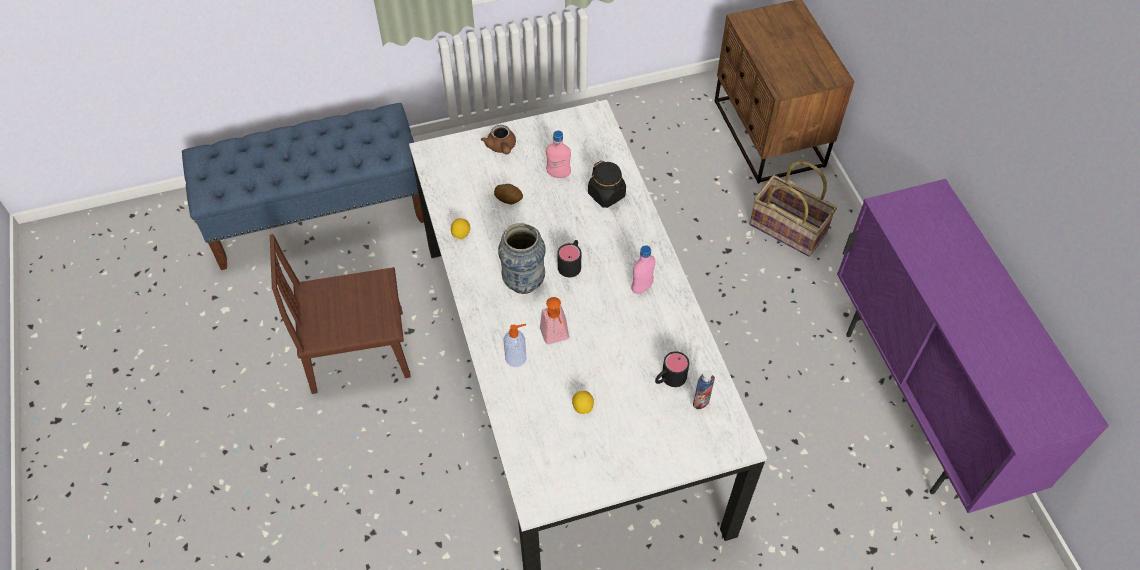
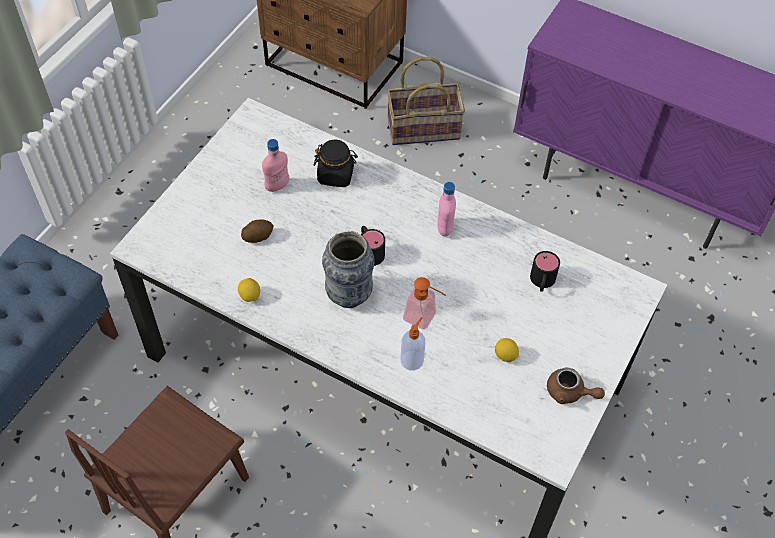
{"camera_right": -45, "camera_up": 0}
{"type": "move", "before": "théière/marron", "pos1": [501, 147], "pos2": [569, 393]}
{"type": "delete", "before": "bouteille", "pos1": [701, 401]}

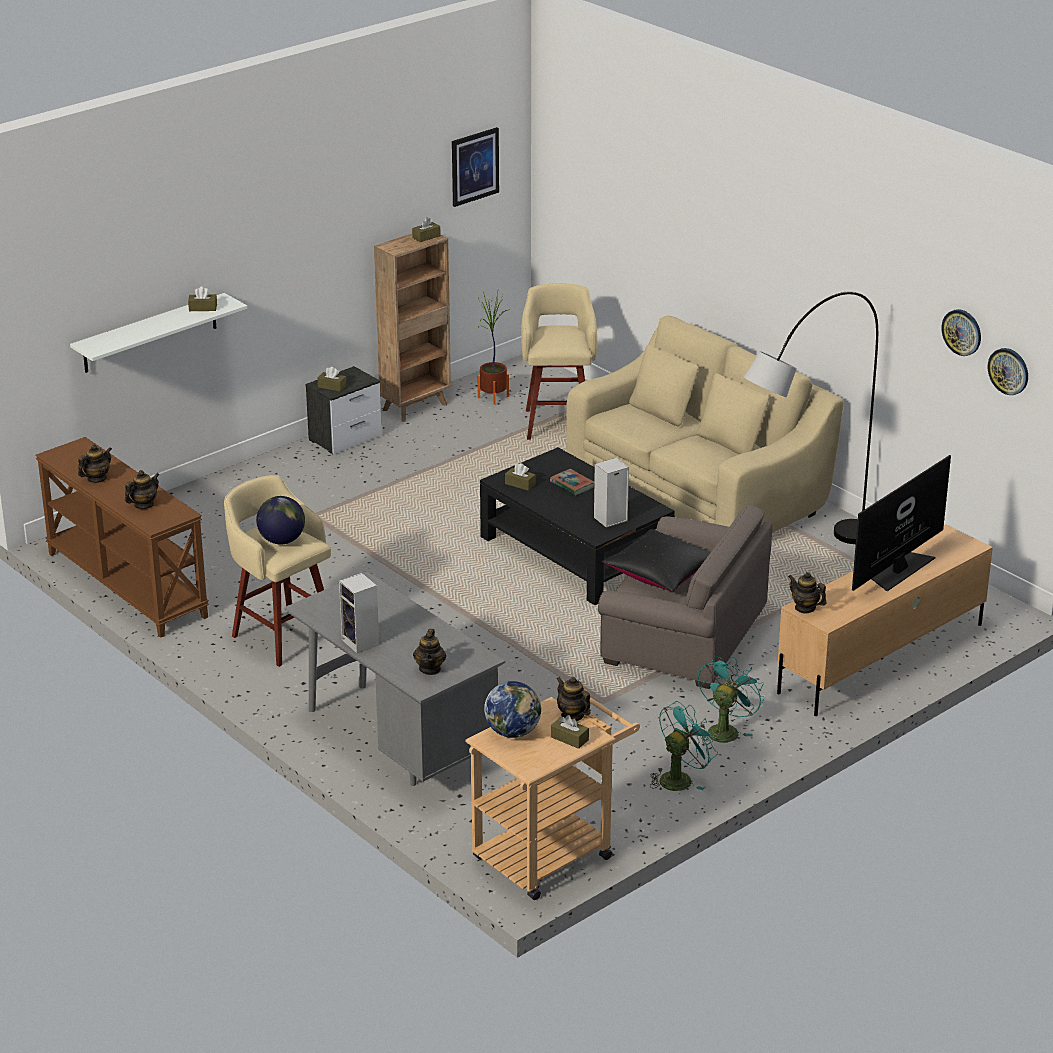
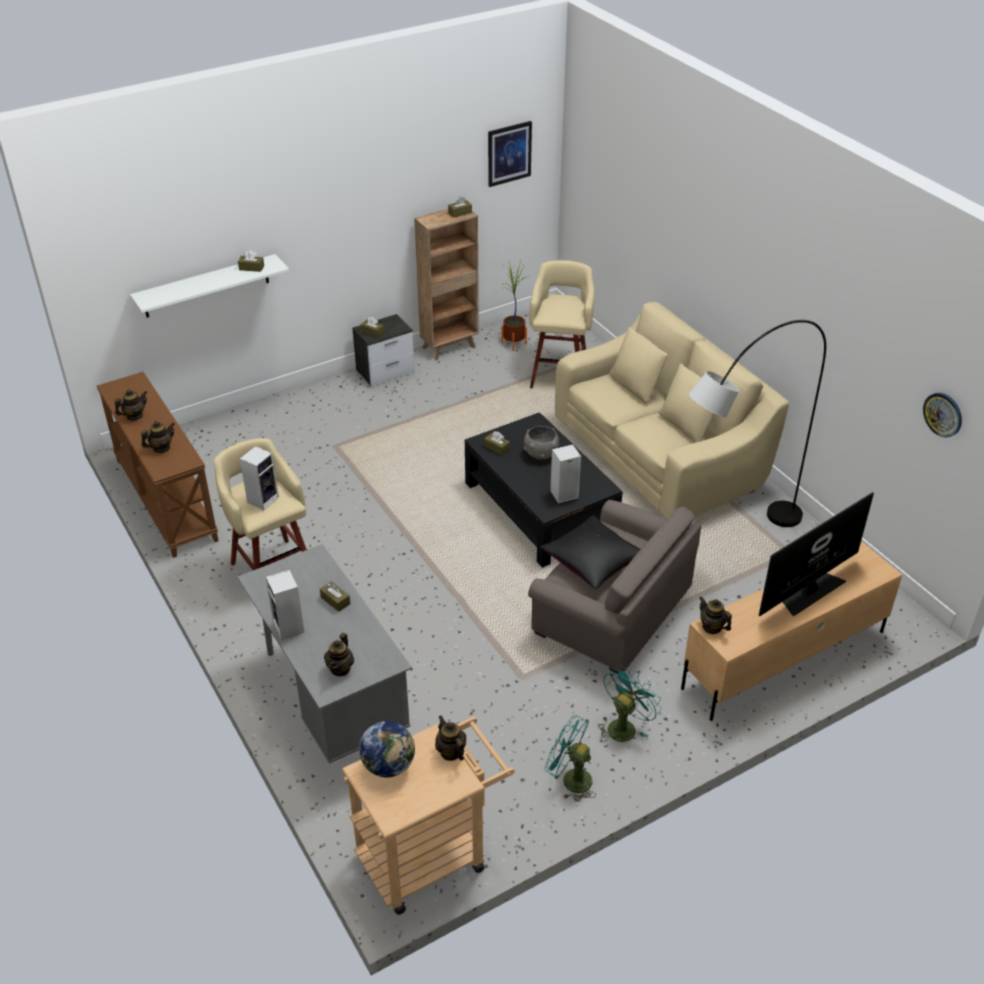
{"camera_right": 10, "camera_up": 10}
{"type": "replace", "before": "globe", "after": "enceinte", "pos1": [282, 541], "pos2": [263, 499]}
{"type": "move", "before": "boîte à mouchoirs/marron", "pos1": [569, 738], "pos2": [335, 600]}
{"type": "replace", "before": "livre", "after": "bol/gris", "pos1": [572, 485], "pos2": [541, 454]}
{"type": "rotate", "before": "ventilateur/turquoise", "pos1": [680, 778], "pos2": [570, 779], "turn": -120}
{"type": "delete", "before": "horloge murale", "pos1": [962, 332]}

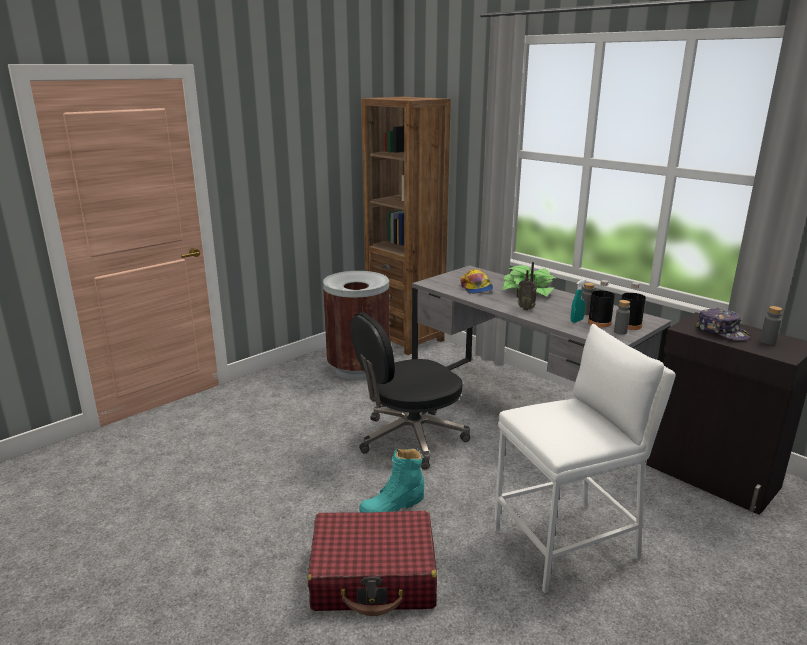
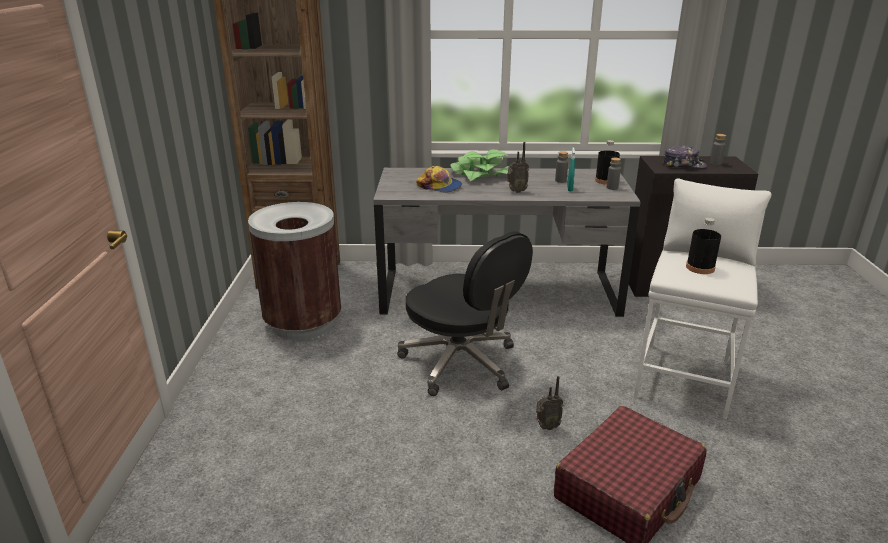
{"camera_right": -45, "camera_up": 5}
{"type": "rotate", "before": "chaise de bureau/noir", "pos1": [409, 438], "pos2": [461, 363], "turn": -60}
{"type": "replace", "before": "botte/turquoise", "after": "radio", "pos1": [393, 506], "pos2": [546, 426]}
{"type": "move", "before": "bouteille/noir", "pos1": [599, 323], "pos2": [700, 268]}

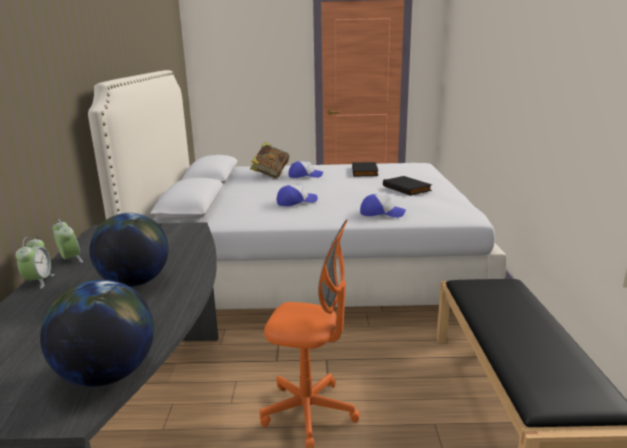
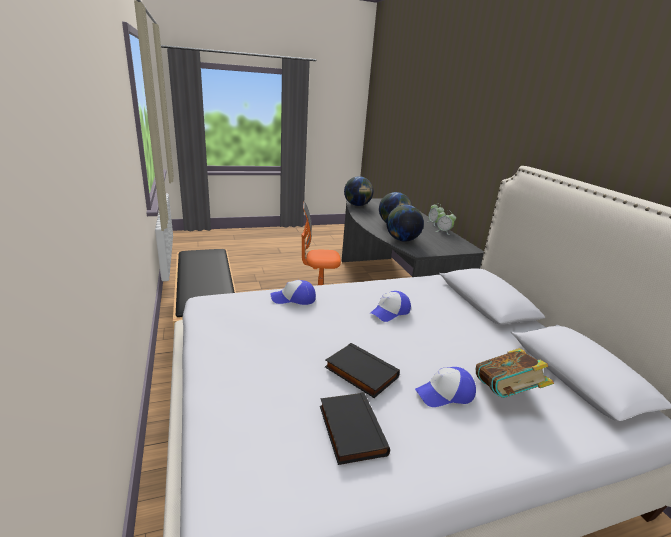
{"camera_right": 160, "camera_up": 5}
{"type": "move", "before": "livre/noir", "pos1": [407, 188], "pos2": [359, 373]}
{"type": "insert", "after": "globe", "pos2": [402, 240]}

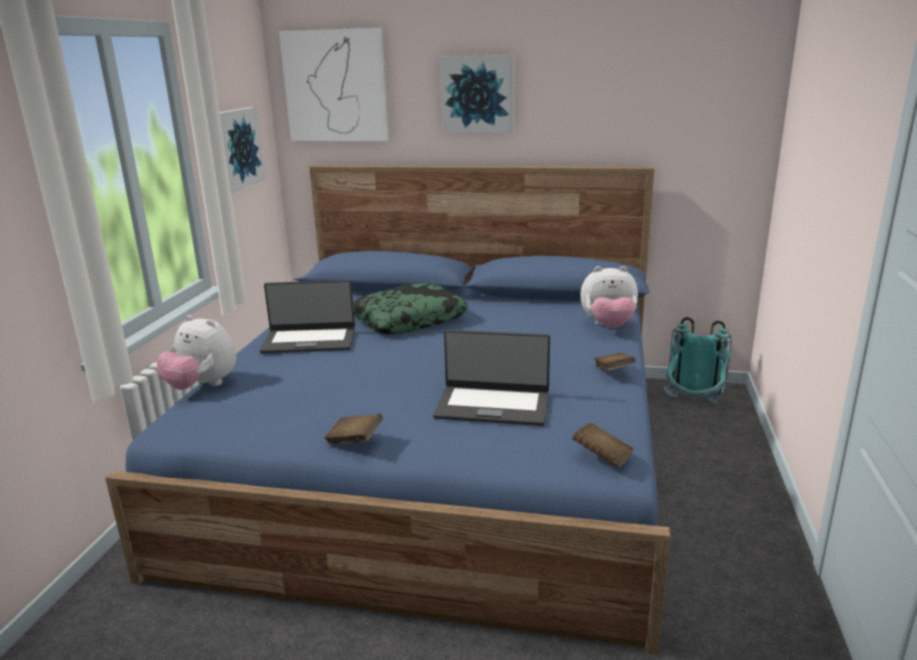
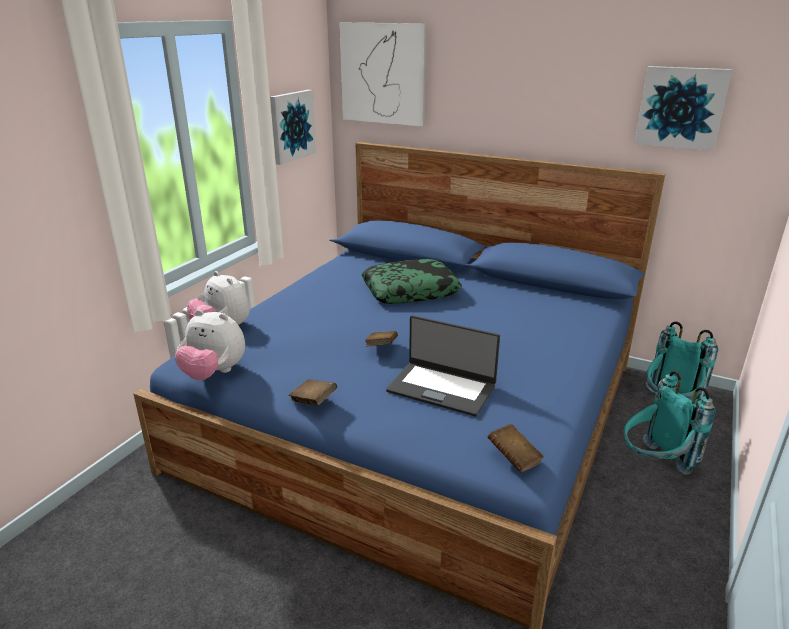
{"camera_right": 15, "camera_up": 5}
{"type": "move", "before": "peluche", "pos1": [608, 326], "pos2": [214, 373]}
{"type": "move", "before": "livre/marron", "pos1": [613, 371], "pos2": [381, 347]}
{"type": "insert", "after": "sac à dos/turquoise", "pos2": [653, 465]}
{"type": "move", "before": "tableau", "pos1": [478, 94], "pos2": [681, 107]}
{"type": "delete", "before": "ordinateur portable", "pos1": [309, 340]}

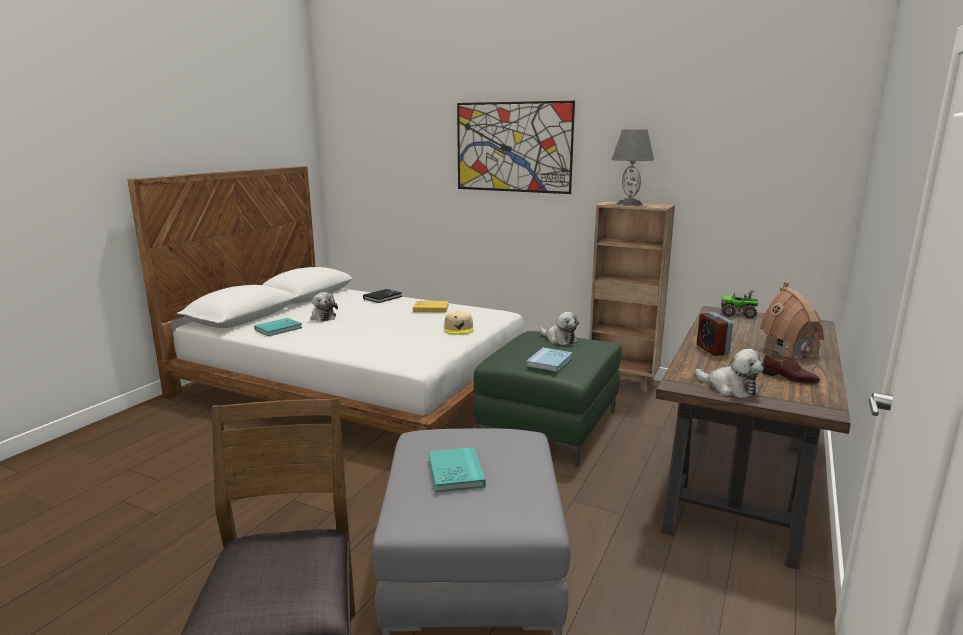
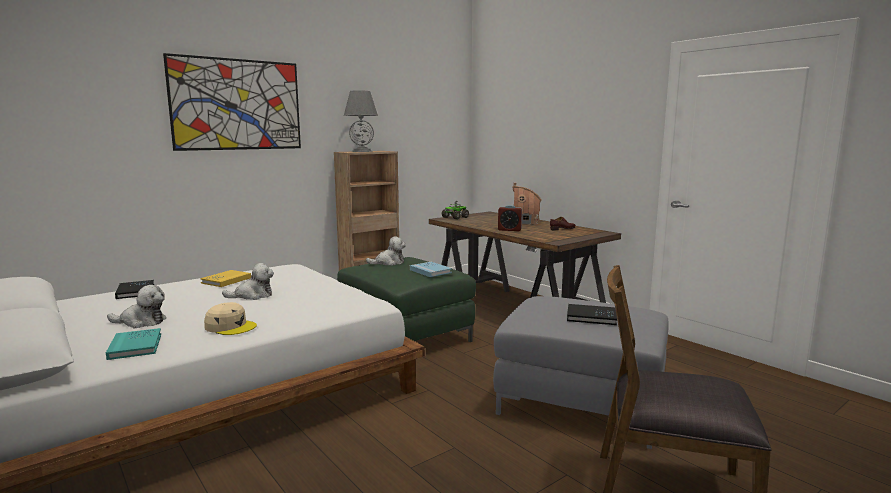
{"camera_right": -65, "camera_up": -5}
{"type": "move", "before": "casquette/beige", "pos1": [459, 328], "pos2": [230, 326]}
{"type": "move", "before": "peluche", "pos1": [730, 388], "pos2": [252, 295]}
{"type": "recolor", "before": "livre/turquoise", "after": "livre/noir", "pos1": [456, 472], "pos2": [591, 317]}

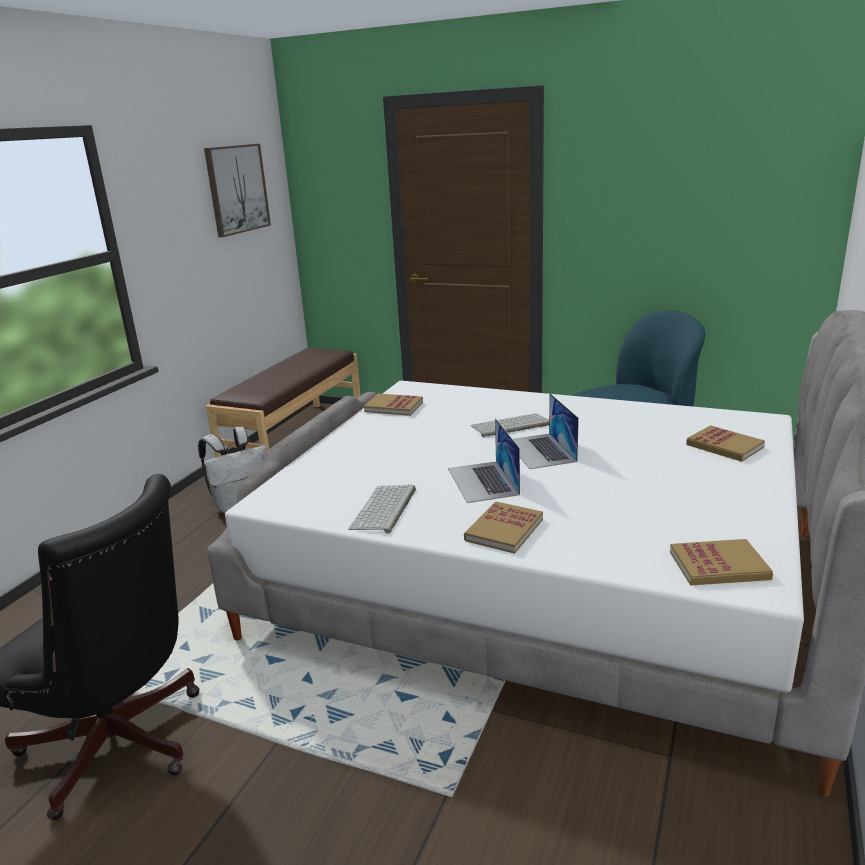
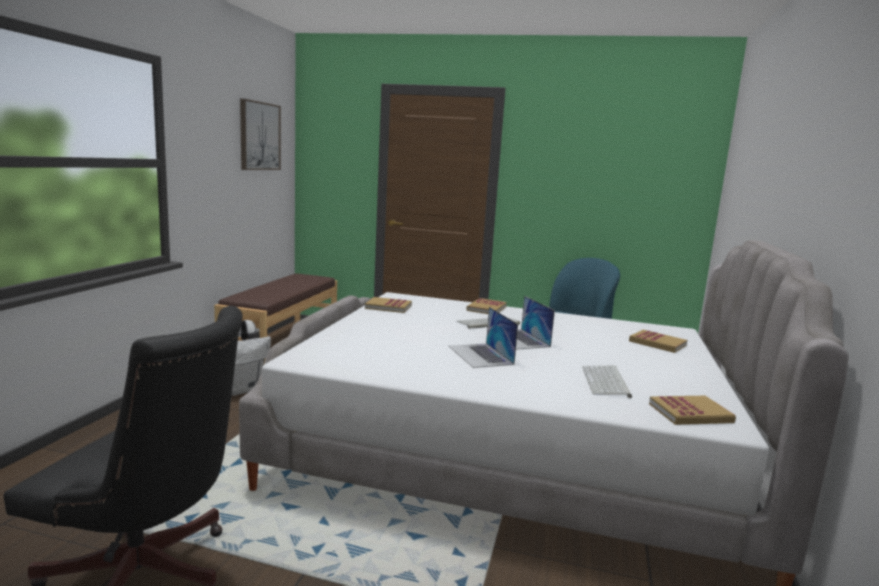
{"camera_right": -10, "camera_up": -10}
{"type": "move", "before": "livre", "pos1": [504, 530], "pos2": [486, 308]}
{"type": "move", "before": "clavier", "pos1": [384, 509], "pos2": [606, 382]}

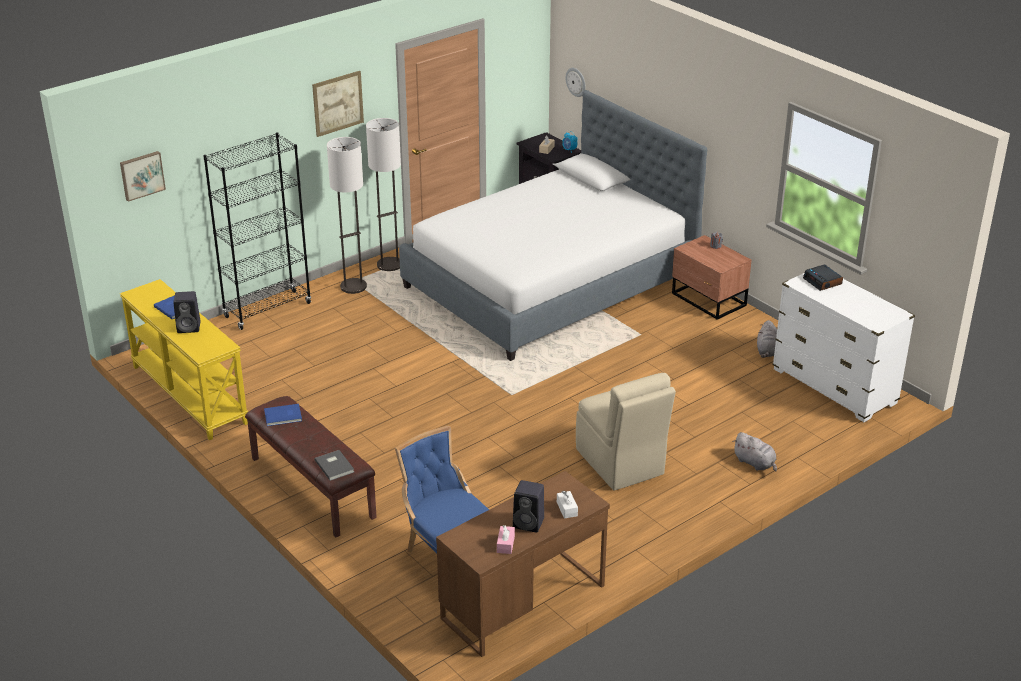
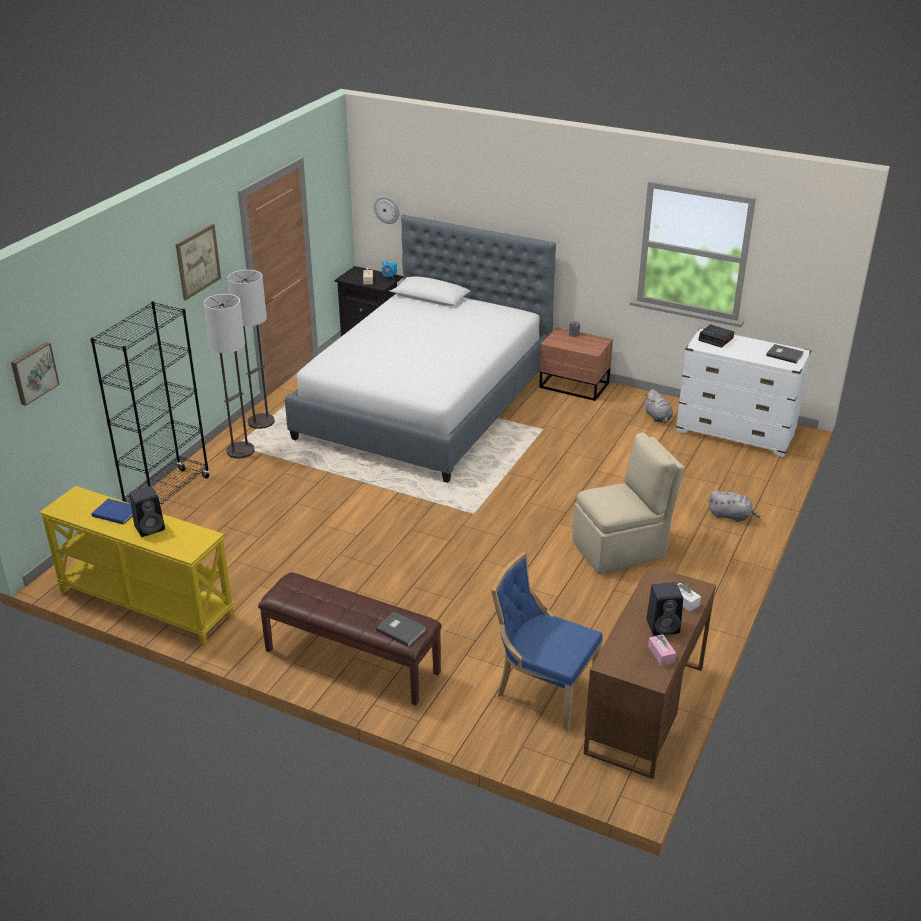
{"camera_right": -25, "camera_up": 0}
{"type": "rotate", "before": "chaise/beige", "pos1": [620, 463], "pos2": [621, 549], "turn": -60}
{"type": "insert", "after": "livre/gris", "pos2": [784, 354]}
{"type": "delete", "before": "livre/bleu", "pos1": [283, 416]}

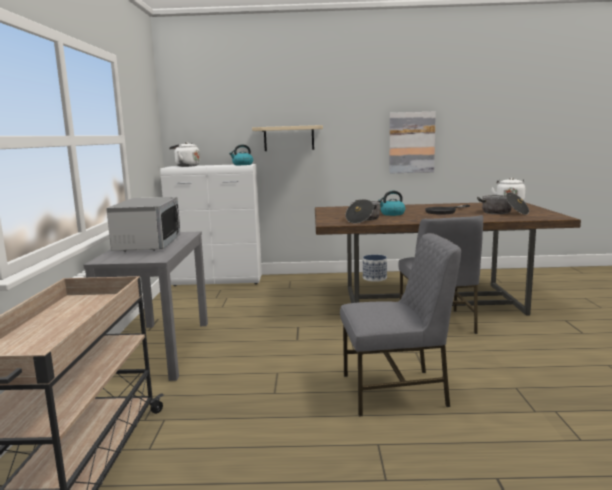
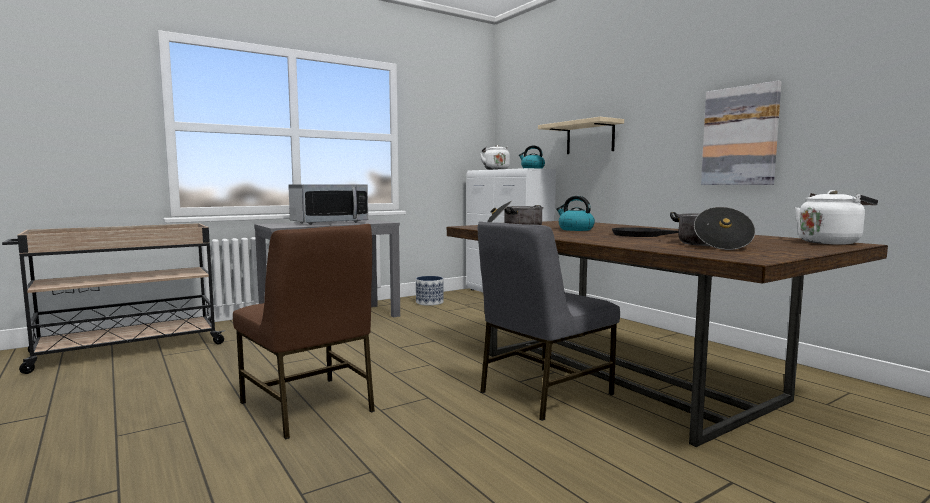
{"camera_right": 55, "camera_up": -5}
{"type": "recolor", "before": "chaise/gris", "after": "chaise/marron", "pos1": [396, 391], "pos2": [309, 407]}
{"type": "move", "before": "cache-pot", "pos1": [374, 278], "pos2": [429, 302]}

